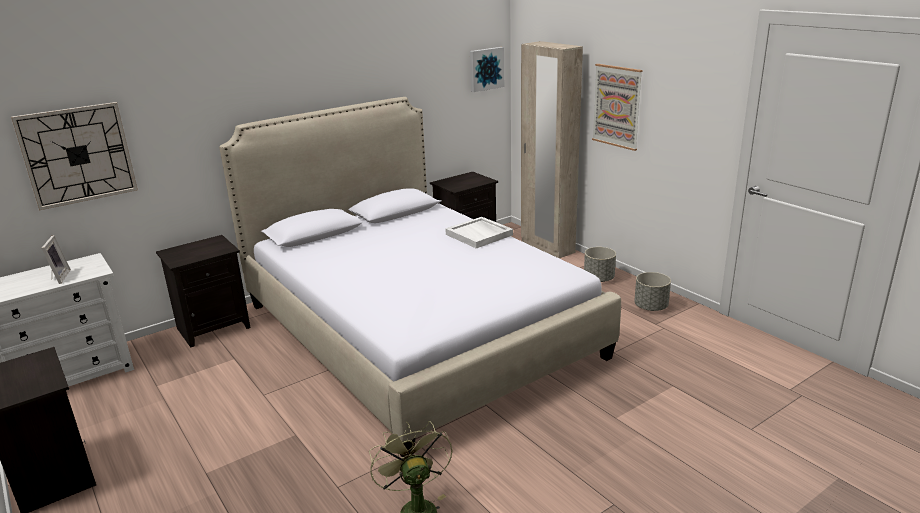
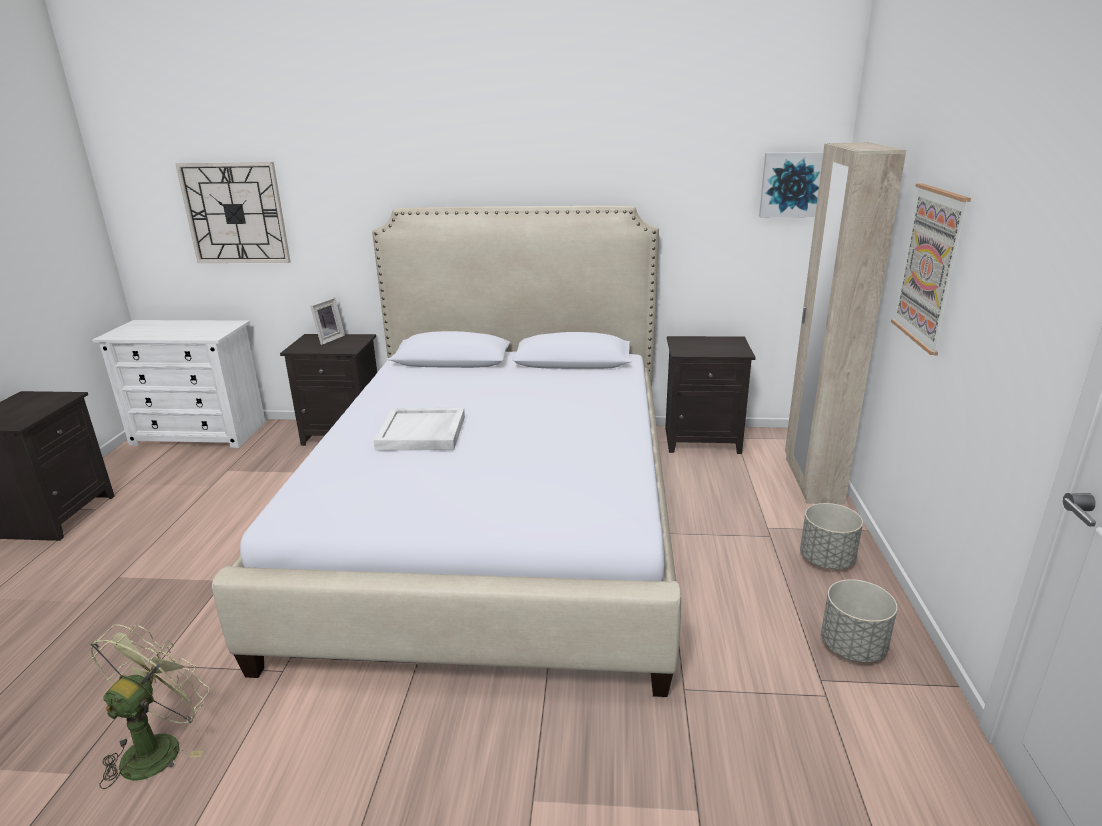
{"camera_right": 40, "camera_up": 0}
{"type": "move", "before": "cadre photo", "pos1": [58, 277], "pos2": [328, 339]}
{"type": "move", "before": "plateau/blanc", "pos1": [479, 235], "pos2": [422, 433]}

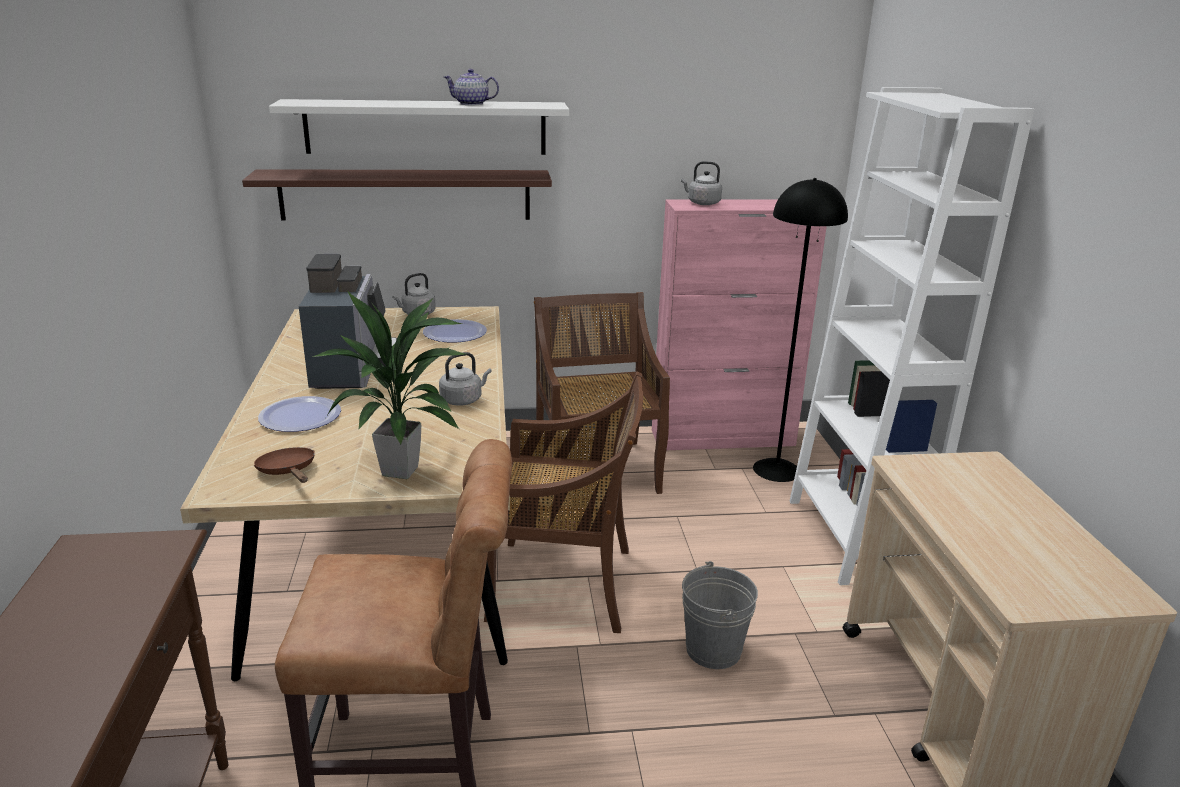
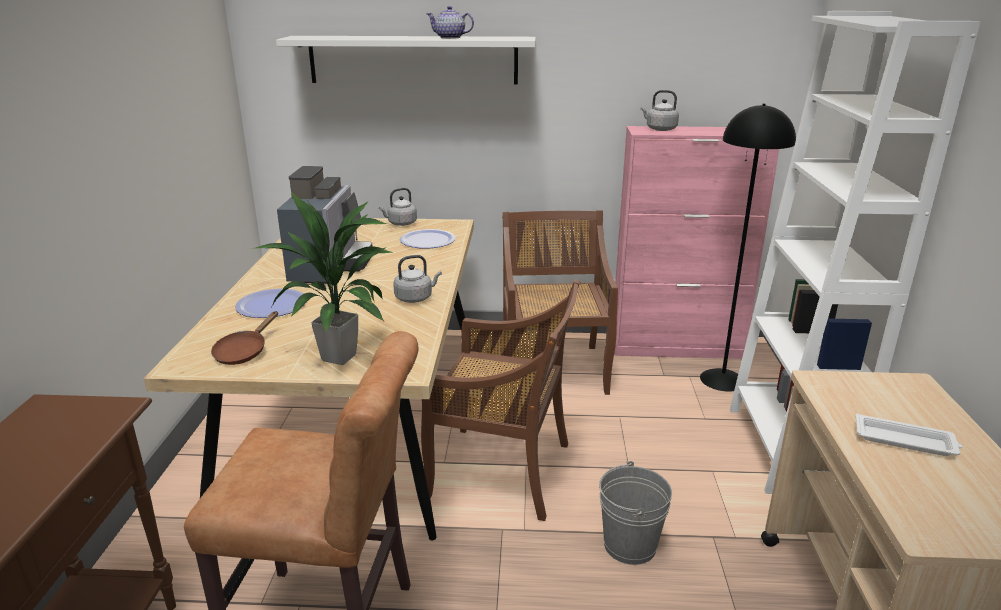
{"camera_right": 10, "camera_up": 0}
{"type": "rotate", "before": "poêle/marron", "pos1": [288, 471], "pos2": [244, 352], "turn": -135}
{"type": "insert", "after": "plateau/blanc", "pos2": [906, 441]}
{"type": "delete", "before": "étagère", "pos1": [405, 195]}

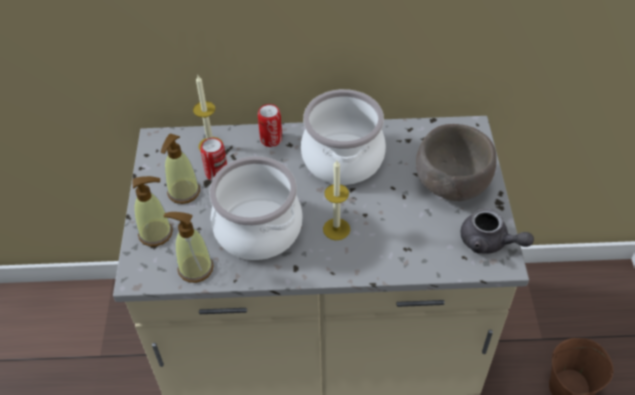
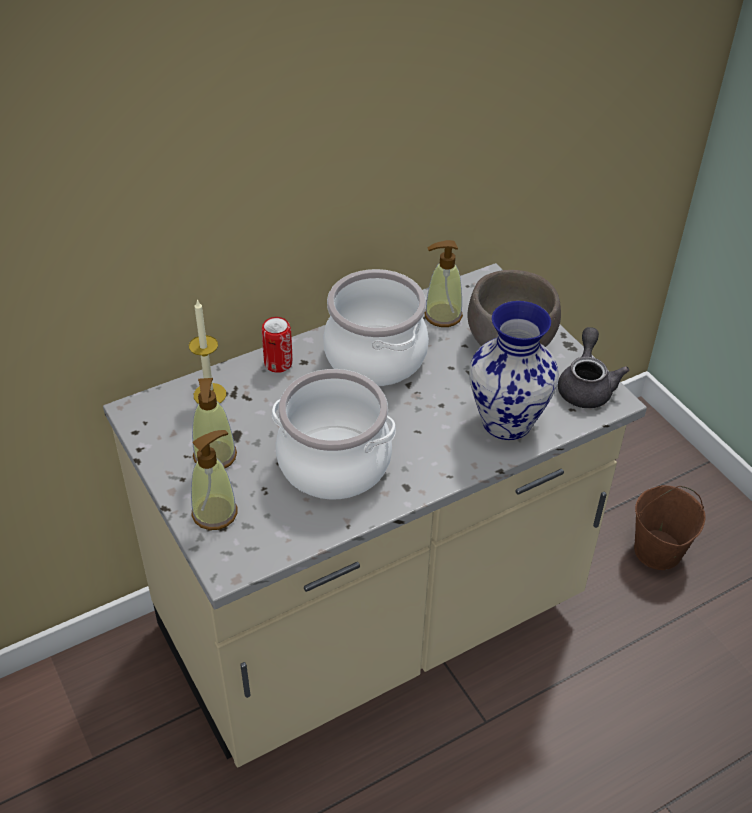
{"camera_right": -30, "camera_up": -5}
{"type": "move", "before": "distributeur de savon", "pos1": [195, 268], "pos2": [442, 315]}
{"type": "insert", "after": "vase", "pos2": [508, 422]}
{"type": "rotate", "before": "théière/gris", "pos1": [489, 242], "pos2": [586, 386], "turn": -90}
{"type": "delete", "before": "boîte métallique", "pos1": [216, 173]}
{"type": "delete", "before": "bougie", "pos1": [336, 229]}

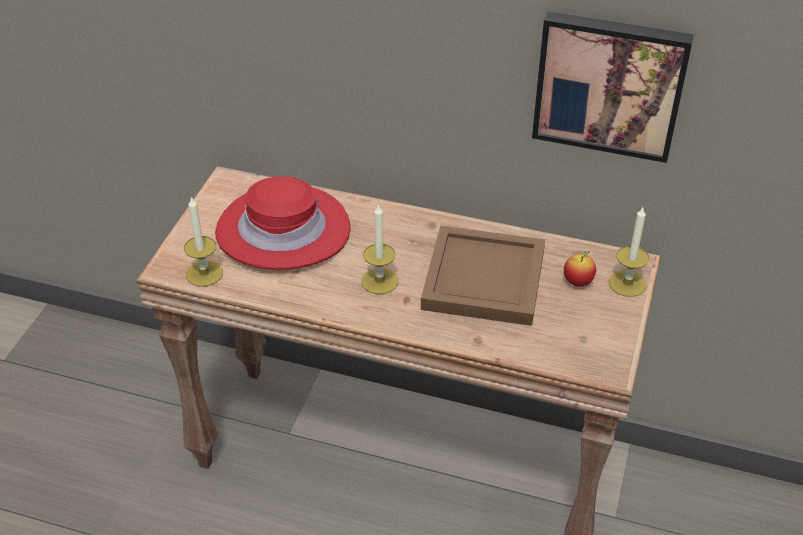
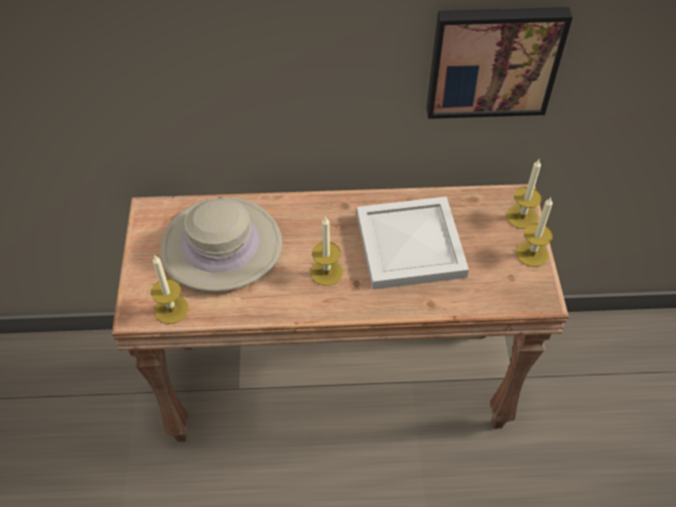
{"camera_right": -20, "camera_up": 10}
{"type": "recolor", "before": "chapeau/rouge", "after": "chapeau/beige", "pos1": [283, 230], "pos2": [221, 246]}
{"type": "recolor", "before": "plateau/marron", "after": "plateau/blanc", "pos1": [482, 278], "pos2": [408, 244]}
{"type": "insert", "after": "bougie", "pos2": [532, 253]}
{"type": "delete", "before": "pomme", "pos1": [578, 282]}

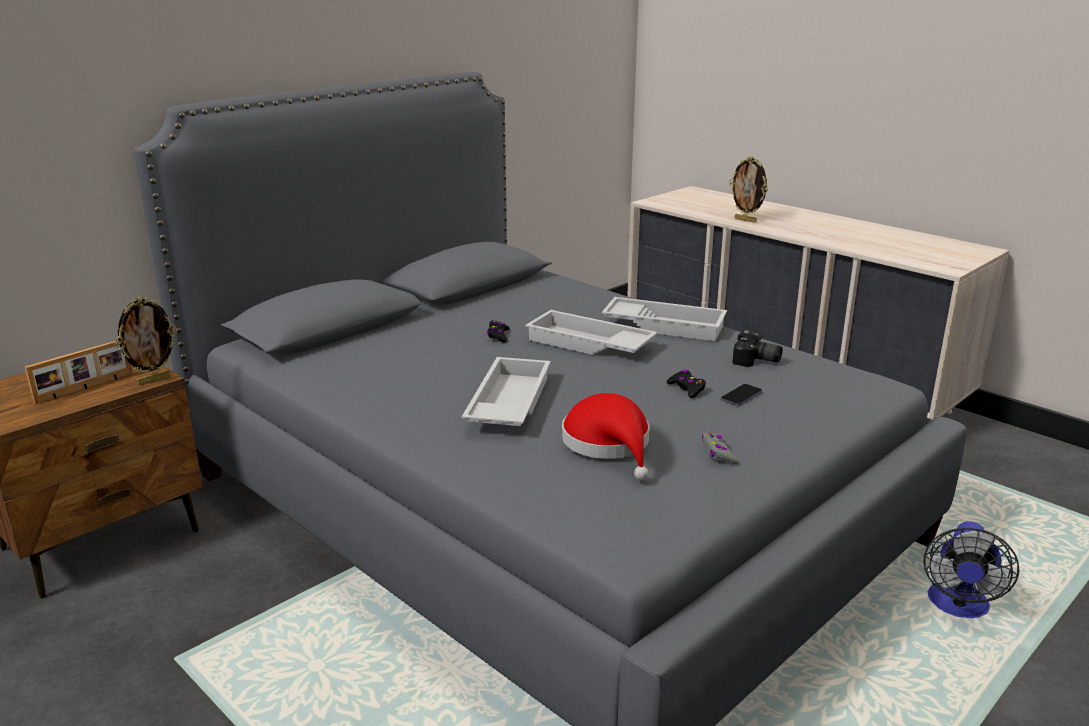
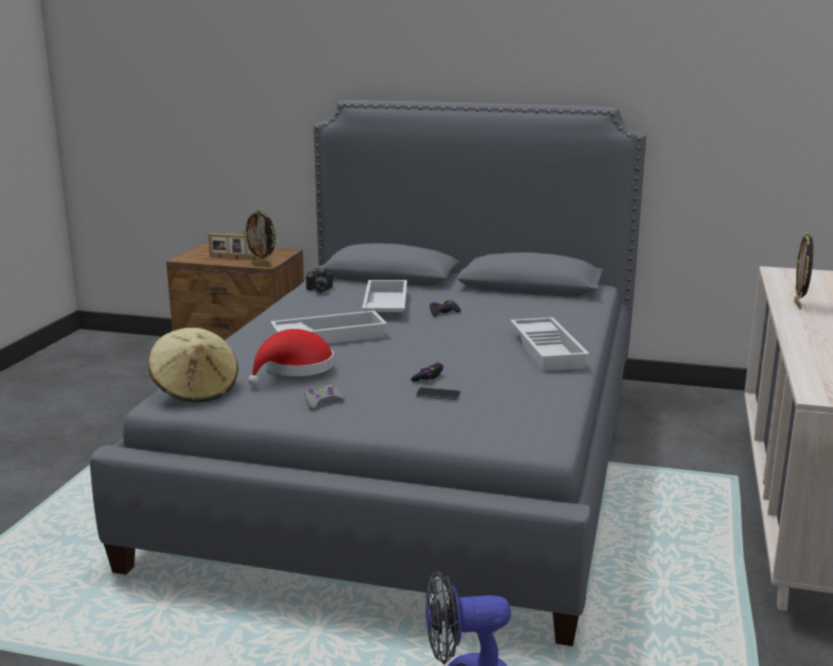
{"camera_right": 60, "camera_up": -5}
{"type": "insert", "after": "chapeau/beige", "pos2": [196, 390]}
{"type": "move", "before": "appareil photo", "pos1": [756, 361], "pos2": [318, 290]}
{"type": "move", "before": "plateau/blanc", "pos1": [588, 344], "pos2": [384, 306]}

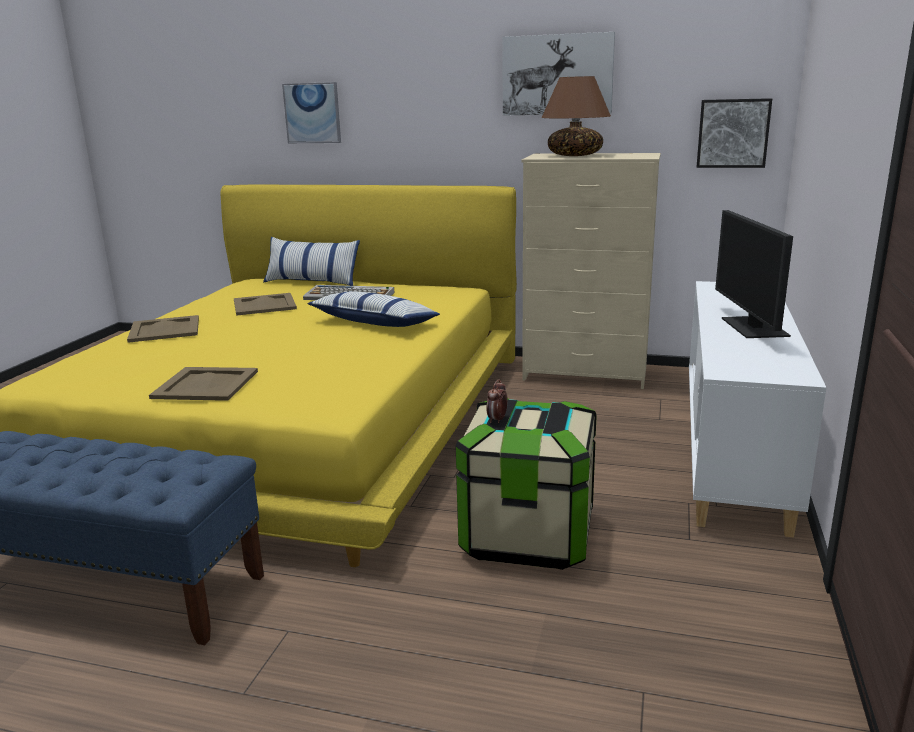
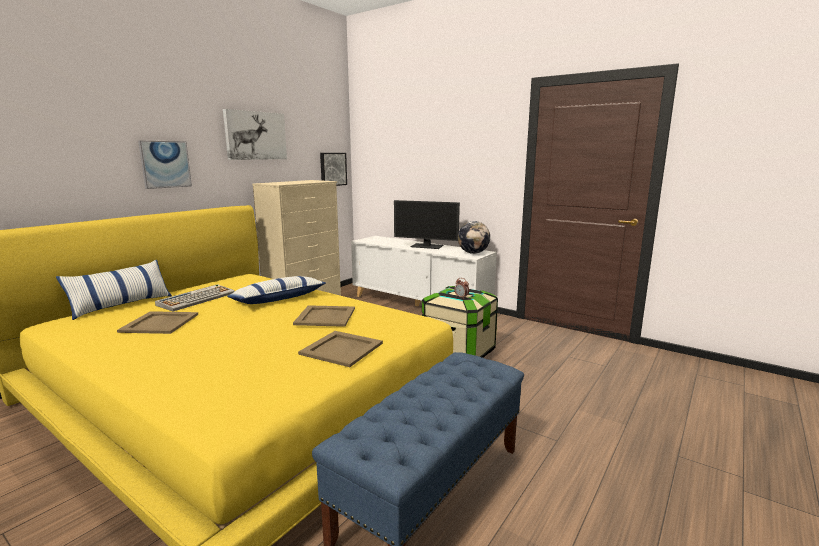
{"camera_right": -70, "camera_up": -5}
{"type": "move", "before": "tableau", "pos1": [312, 113], "pos2": [165, 164]}
{"type": "move", "before": "plateau/beige", "pos1": [164, 330], "pos2": [325, 316]}
{"type": "insert", "after": "globe", "pos2": [473, 253]}
{"type": "delete", "before": "lampe de table/marron", "pos1": [574, 155]}

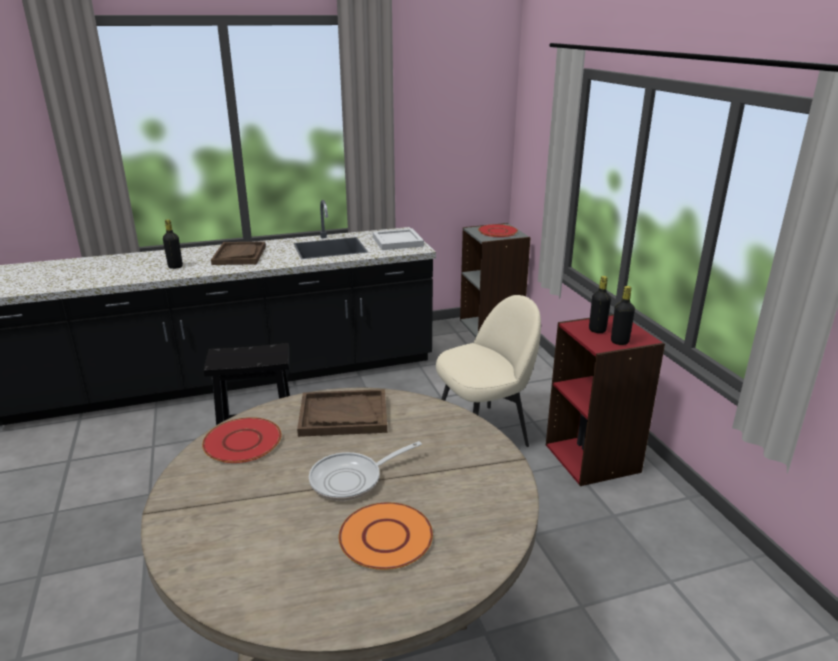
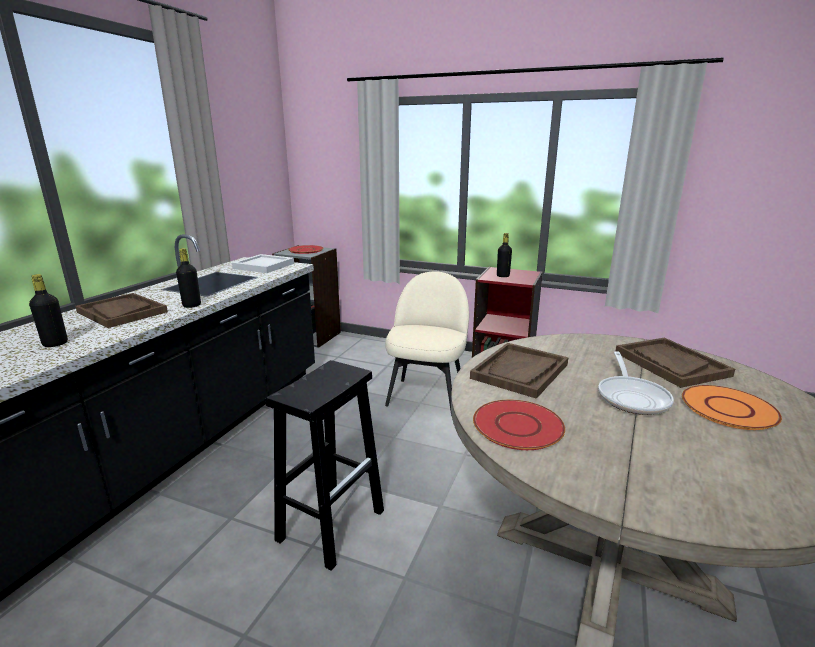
{"camera_right": -50, "camera_up": -5}
{"type": "move", "before": "bouteille/noir", "pos1": [619, 342], "pos2": [192, 305]}
{"type": "insert", "after": "plateau/marron", "pos2": [670, 364]}

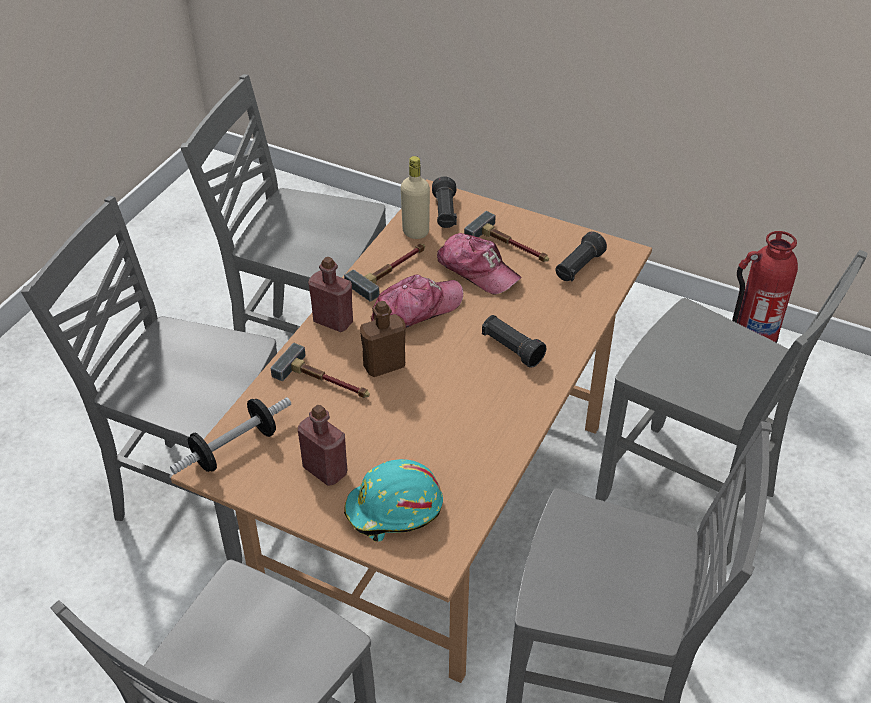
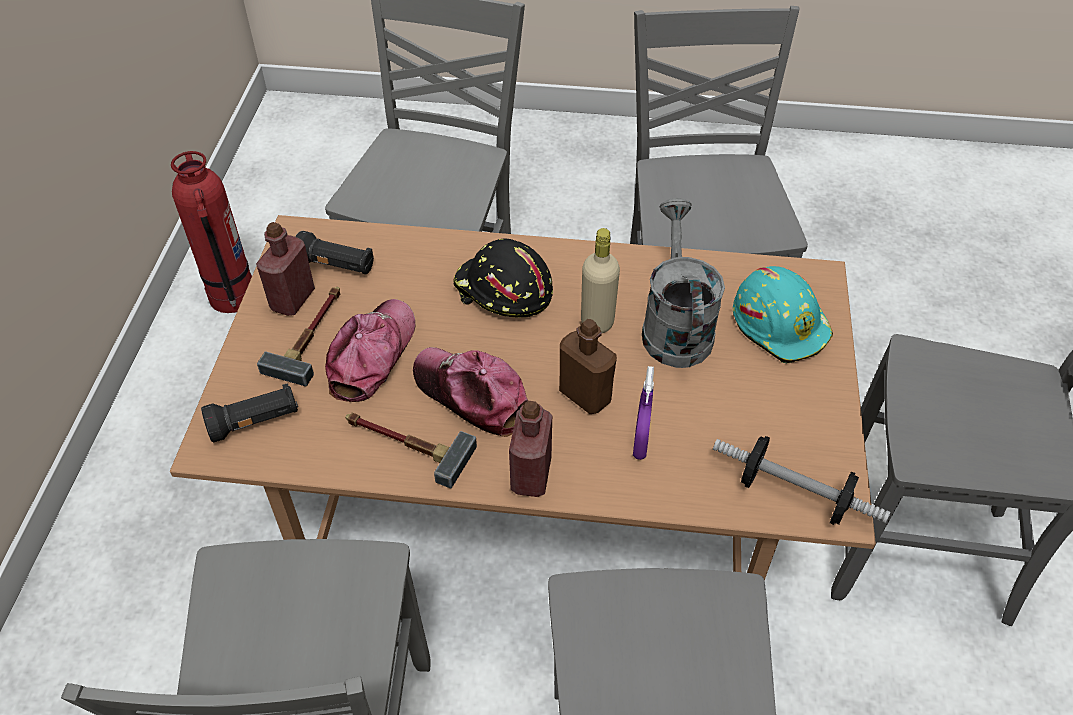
{"camera_right": -110, "camera_up": 5}
{"type": "move", "before": "bouteille/rouge", "pos1": [325, 470], "pos2": [292, 299]}
{"type": "replace", "before": "lampe de poche/noir", "after": "casque de chantier/noir", "pos1": [511, 349], "pos2": [503, 292]}
{"type": "move", "before": "bouteille/beige", "pos1": [415, 232], "pos2": [597, 322]}
{"type": "replace", "before": "marteau", "after": "vaporisateur/violet", "pos1": [325, 381], "pos2": [640, 444]}
{"type": "insert", "after": "arrosoir/gris", "pos2": [674, 326]}

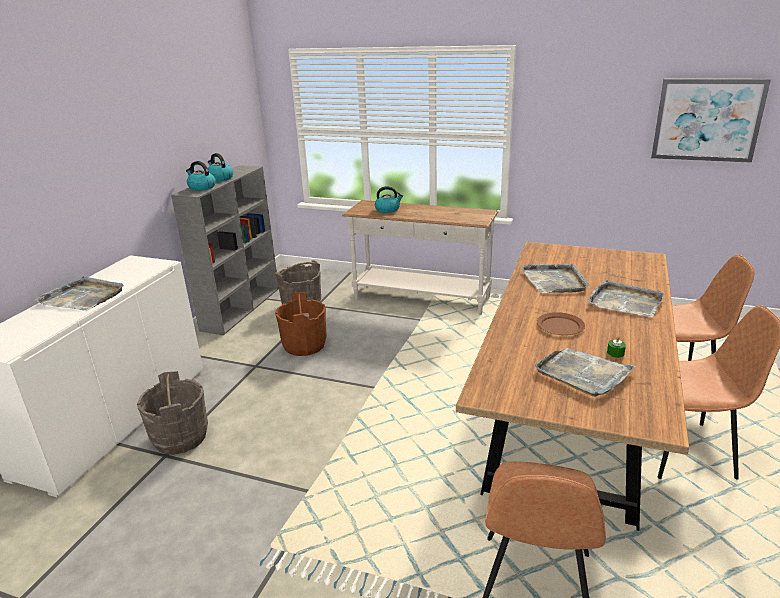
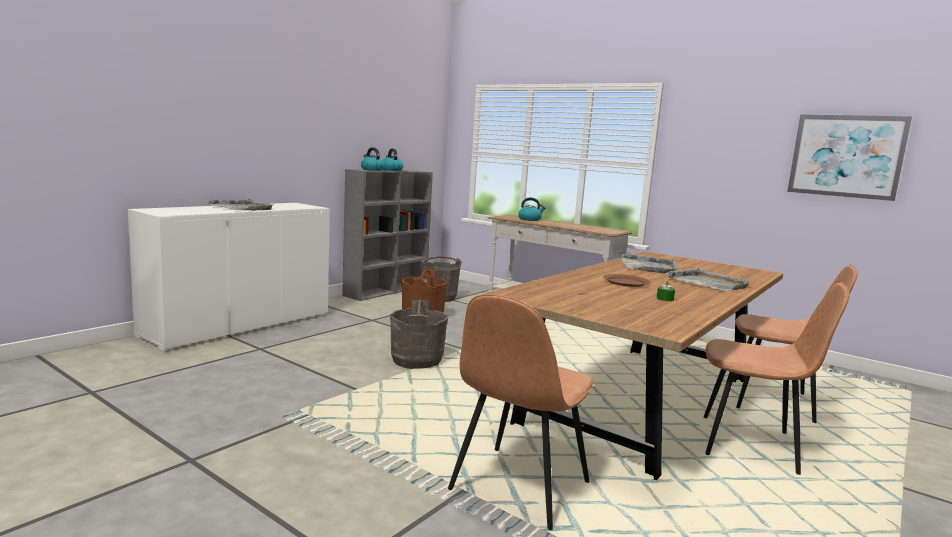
{"camera_right": 15, "camera_up": -15}
{"type": "move", "before": "seau/gris", "pos1": [180, 437], "pos2": [416, 360]}
{"type": "delete", "before": "plateau/gris", "pos1": [583, 373]}

